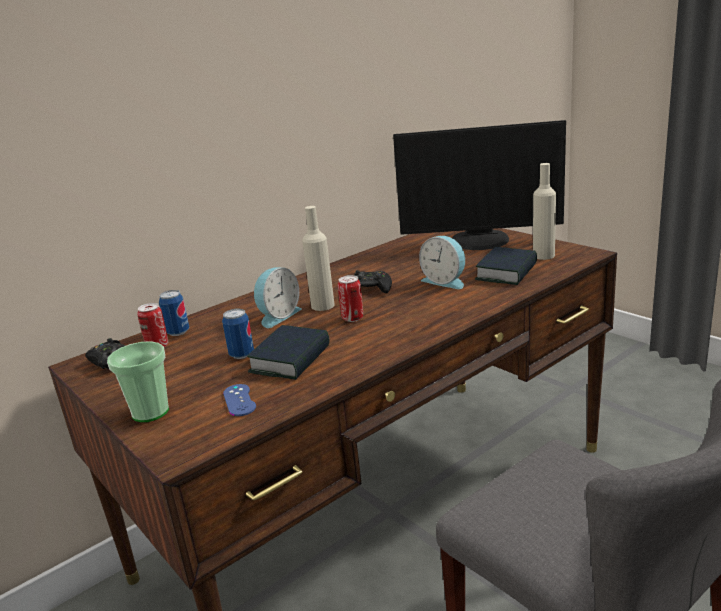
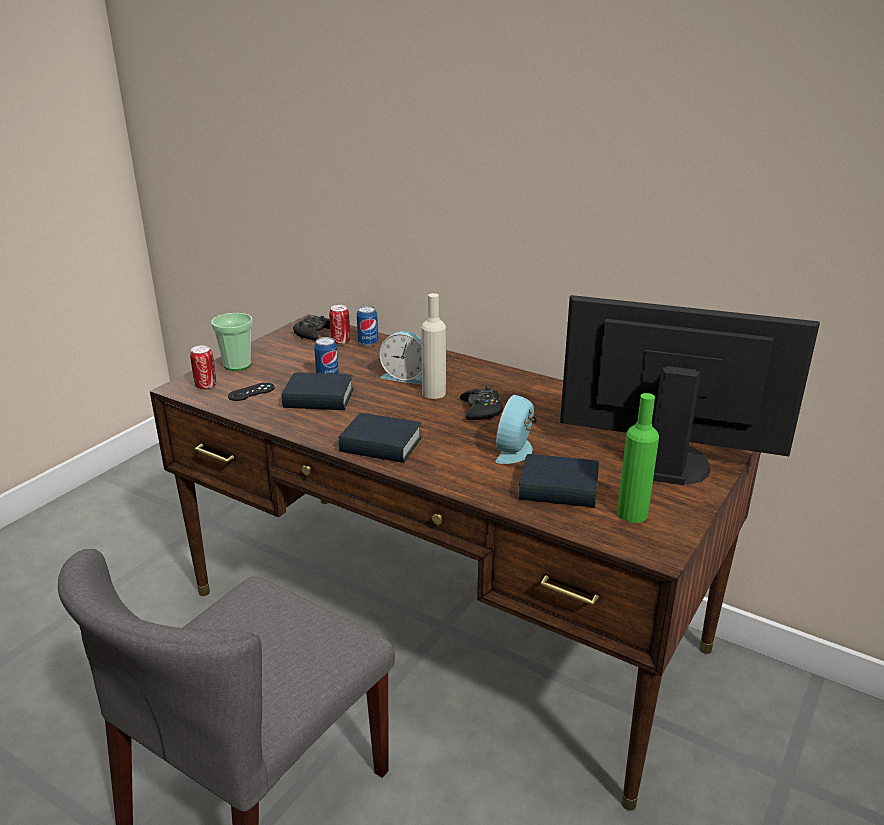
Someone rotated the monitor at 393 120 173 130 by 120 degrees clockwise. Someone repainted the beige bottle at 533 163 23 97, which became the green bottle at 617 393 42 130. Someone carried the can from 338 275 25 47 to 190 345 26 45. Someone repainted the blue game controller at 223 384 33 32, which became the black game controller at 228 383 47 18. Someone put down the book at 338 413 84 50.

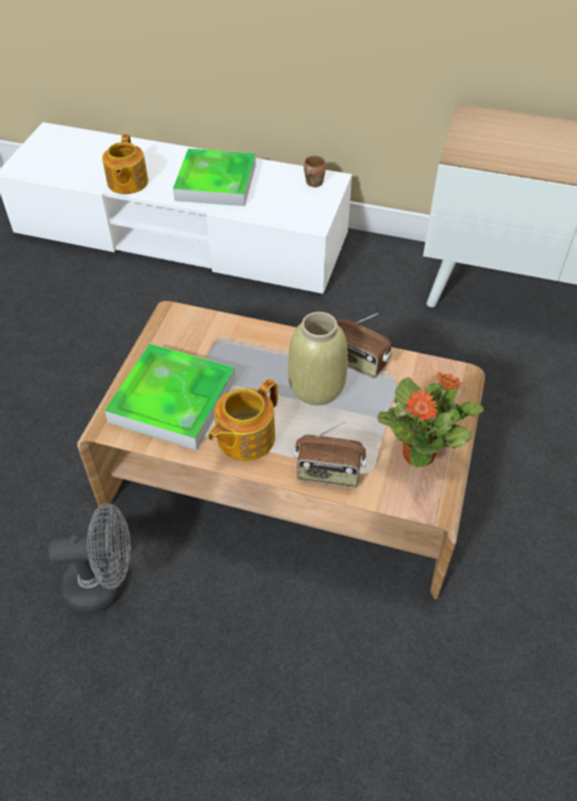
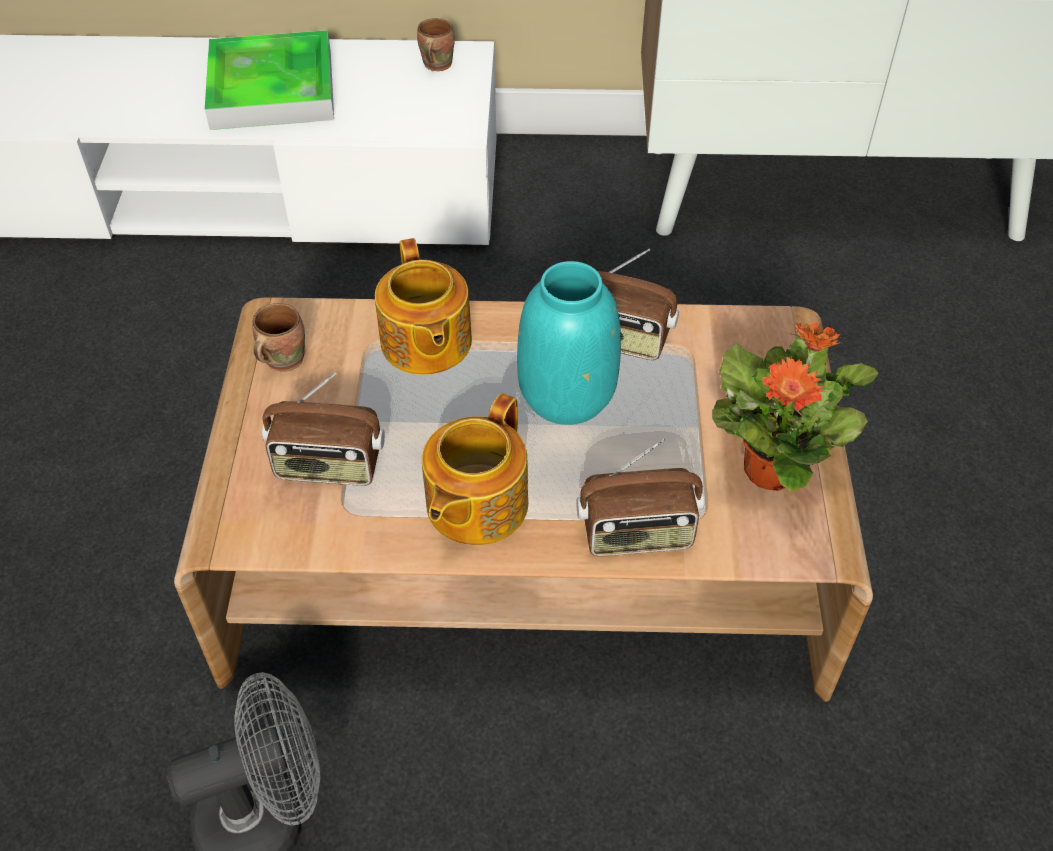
Someone carried the teapot from 102 134 46 60 to 375 238 97 137. Someone repainted the beige vase at 288 312 60 93, which became the turquoise vase at 517 261 104 164. Someone swapped the tray at 105 344 131 106 for the radio at 262 372 123 114. Someone put down the brown mug at 252 303 53 69.

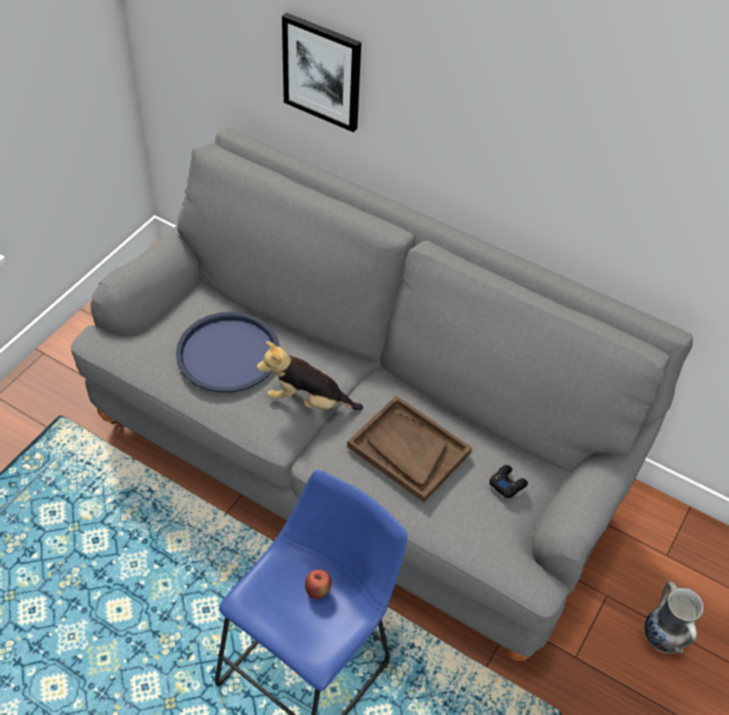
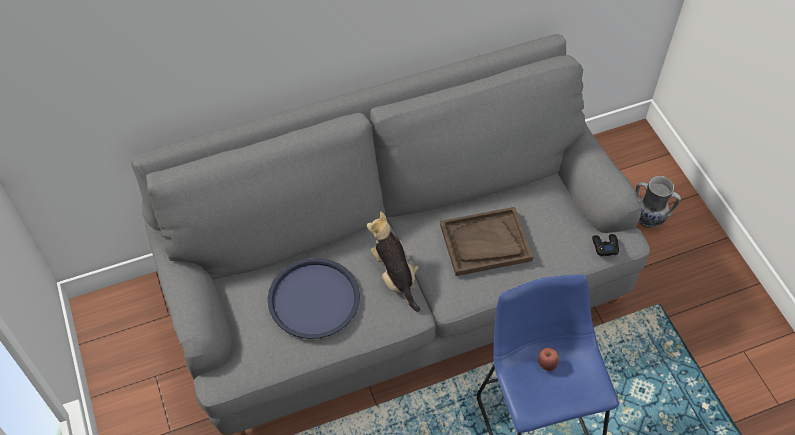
Someone took away the picture at 282 13 79 119. Someone rotated the plush toy at 257 341 106 69 by 105 degrees clockwise. Someone carried the black game controller from 490 465 38 33 to 592 234 27 22.

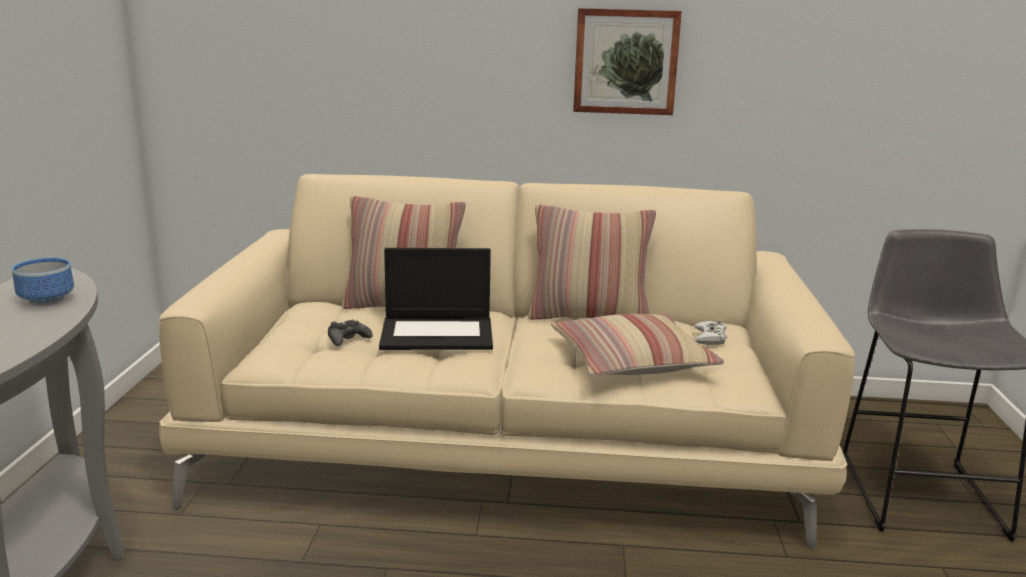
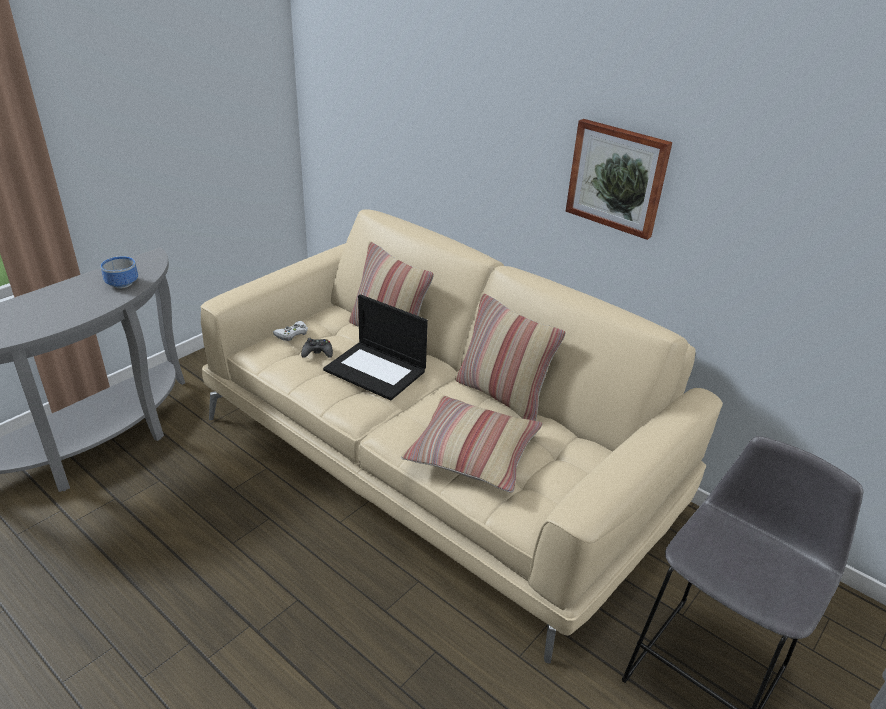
Someone carried the white game controller from 694 321 33 24 to 273 321 35 20.

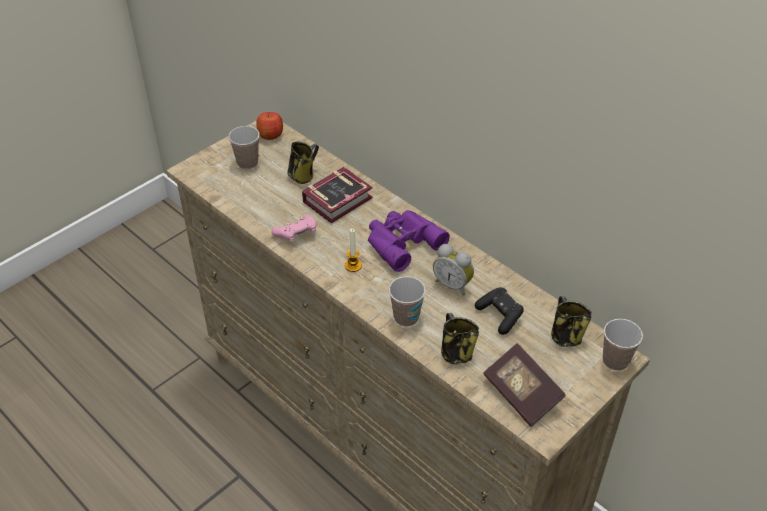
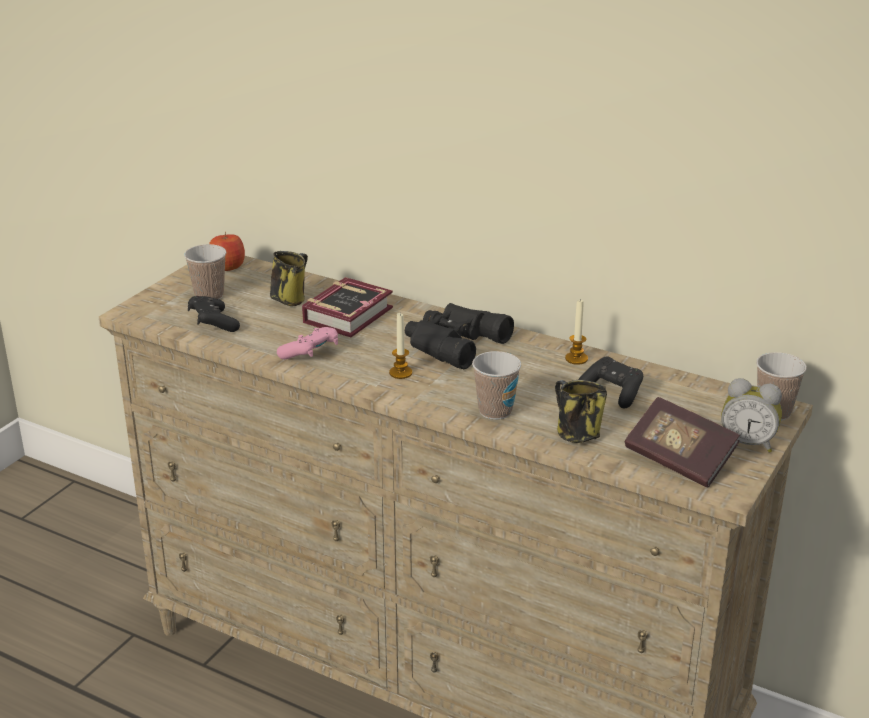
Someone repainted the purple binoculars at 368 210 82 62, which became the black binoculars at 405 303 109 66. Someone carried the alarm clock from 433 244 41 52 to 721 378 61 75. Someone took away the mug at 551 296 41 51. Someone put down the black game controller at 188 296 52 36. Someone put down the candle at 565 300 23 65.

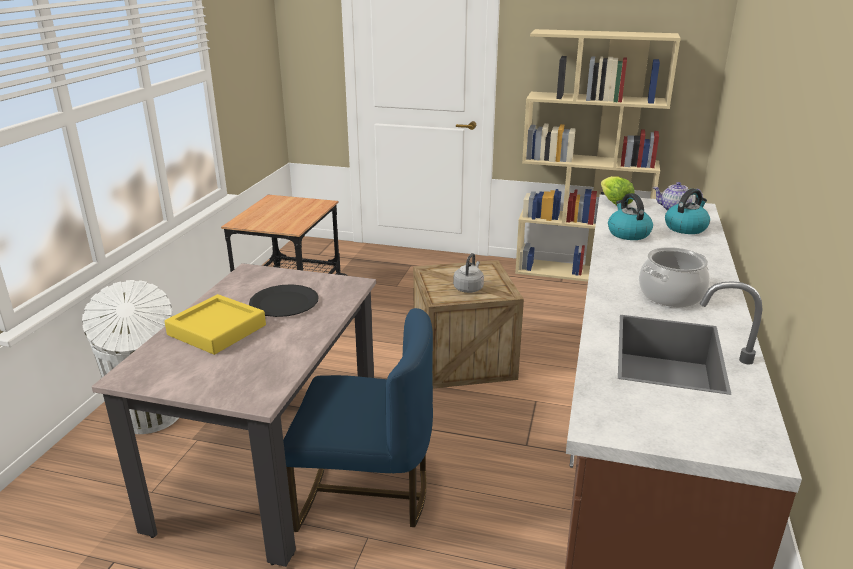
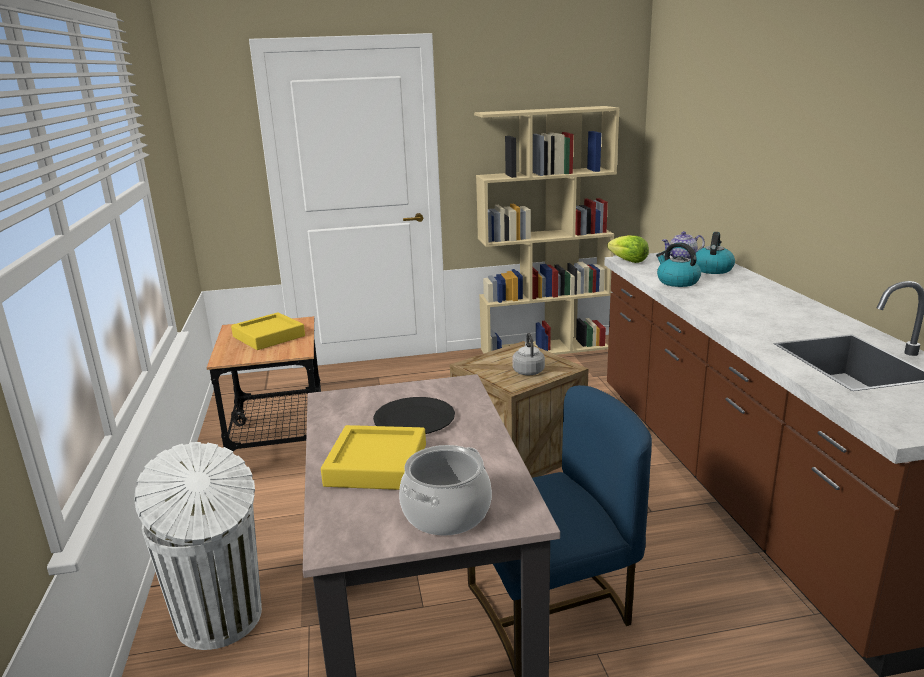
Someone carried the cooking pot from 639 247 71 60 to 399 445 93 91. Someone put down the yellow tray at 231 312 74 38.

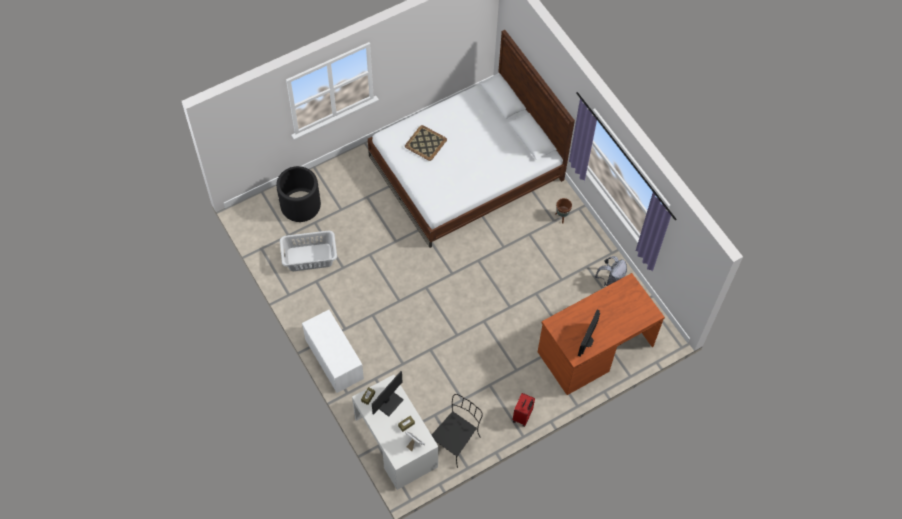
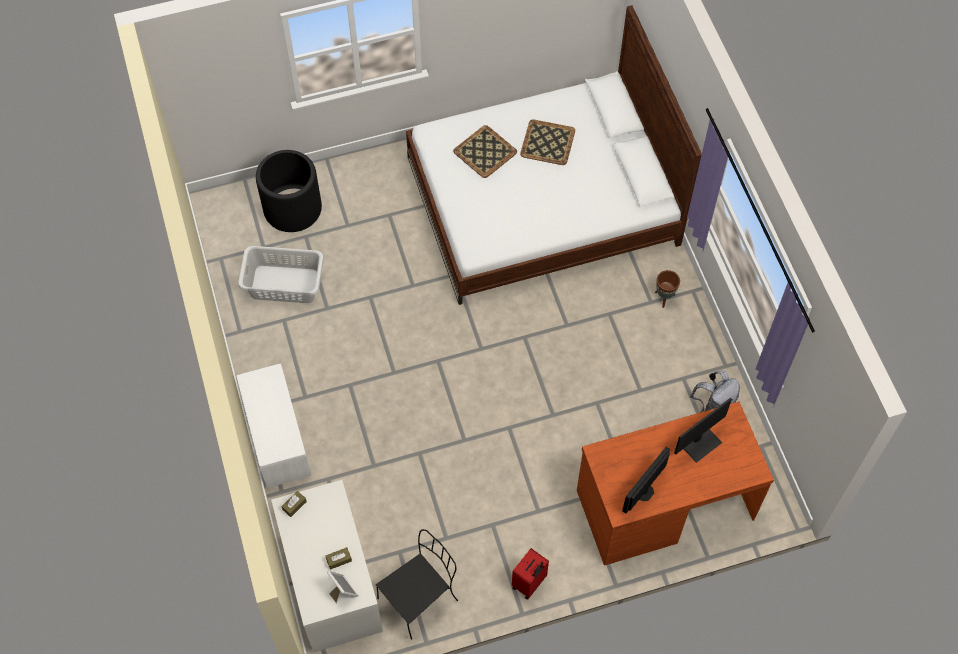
Someone carried the monitor from 372 371 32 46 to 674 397 58 66. Someone put down the tray at 520 119 55 46.

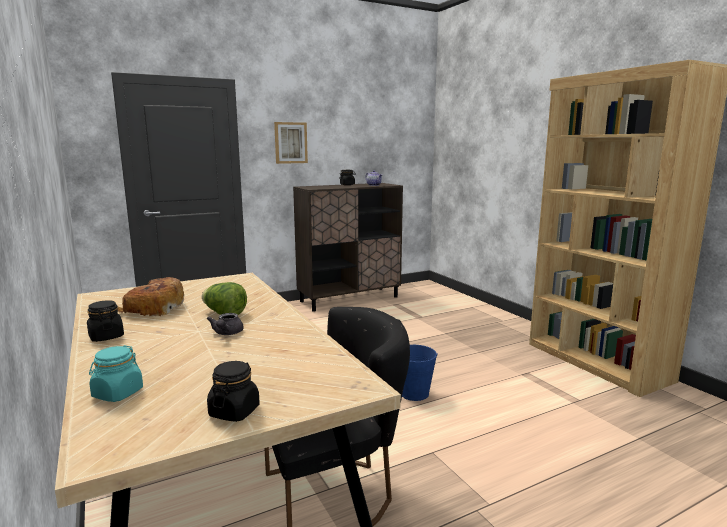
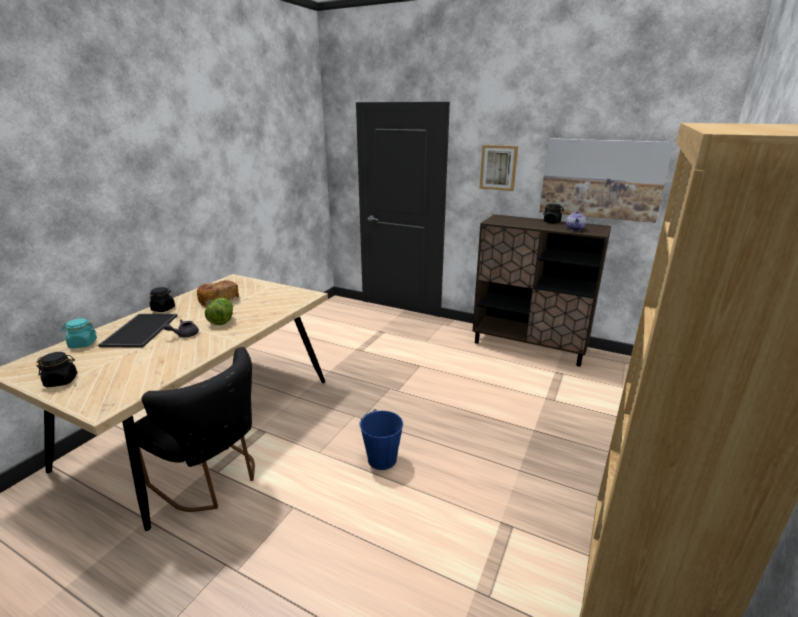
Someone put up the picture at 539 138 135 85. Someone put down the tray at 98 314 80 33.

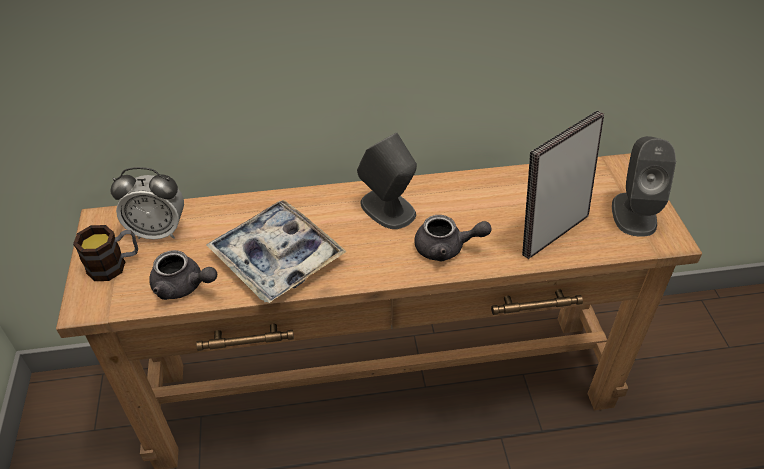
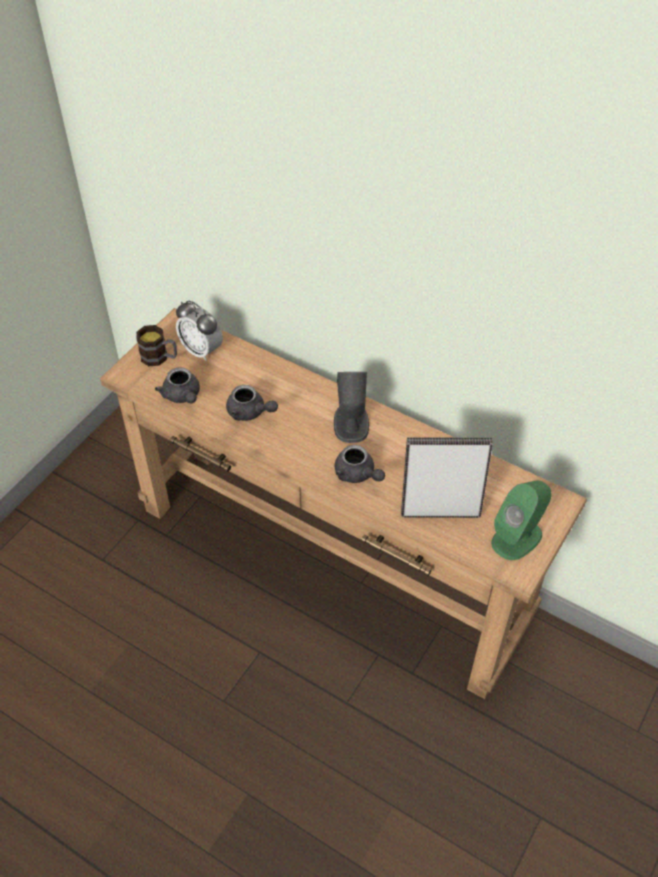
Someone repainted the grey speaker at 612 136 64 101, which became the green speaker at 491 480 61 80. Someone swapped the tray at 206 200 141 103 for the grey teapot at 226 385 52 36.

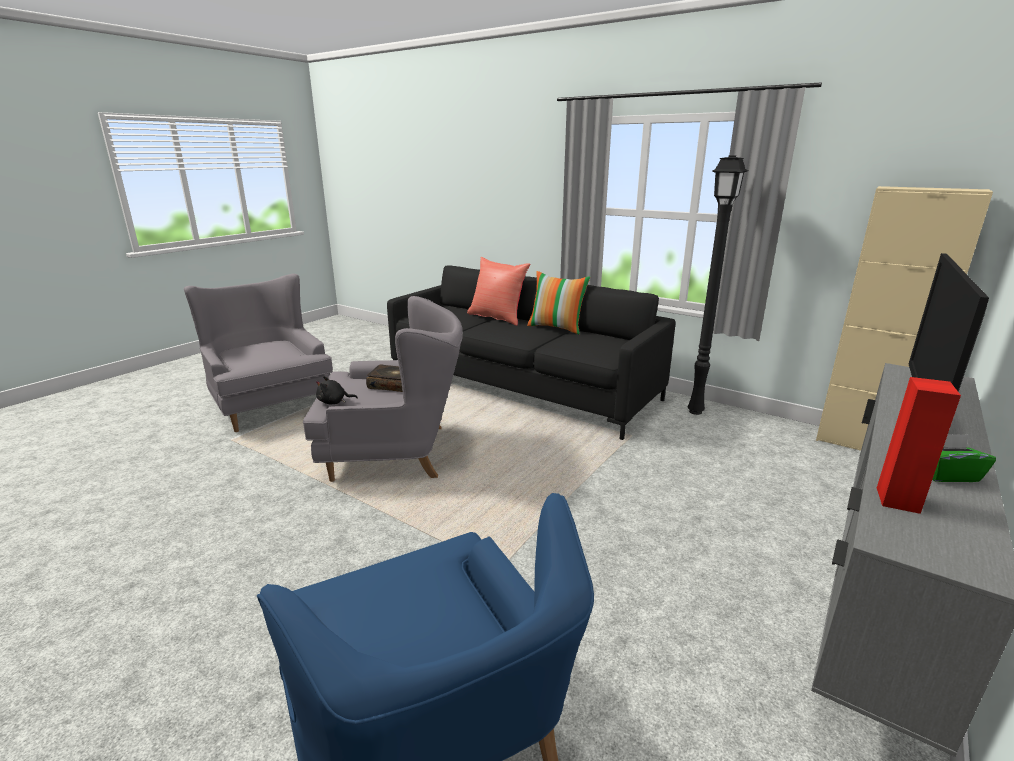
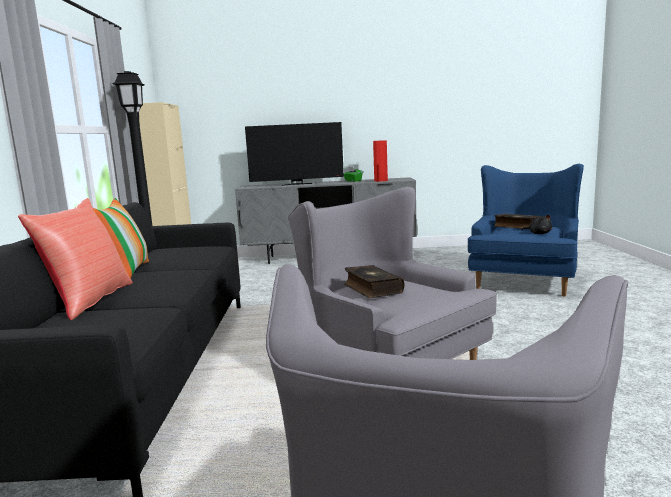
Someone carried the black plush toy from 316 376 42 28 to 522 215 30 19. Someone put down the book at 494 214 45 15.

